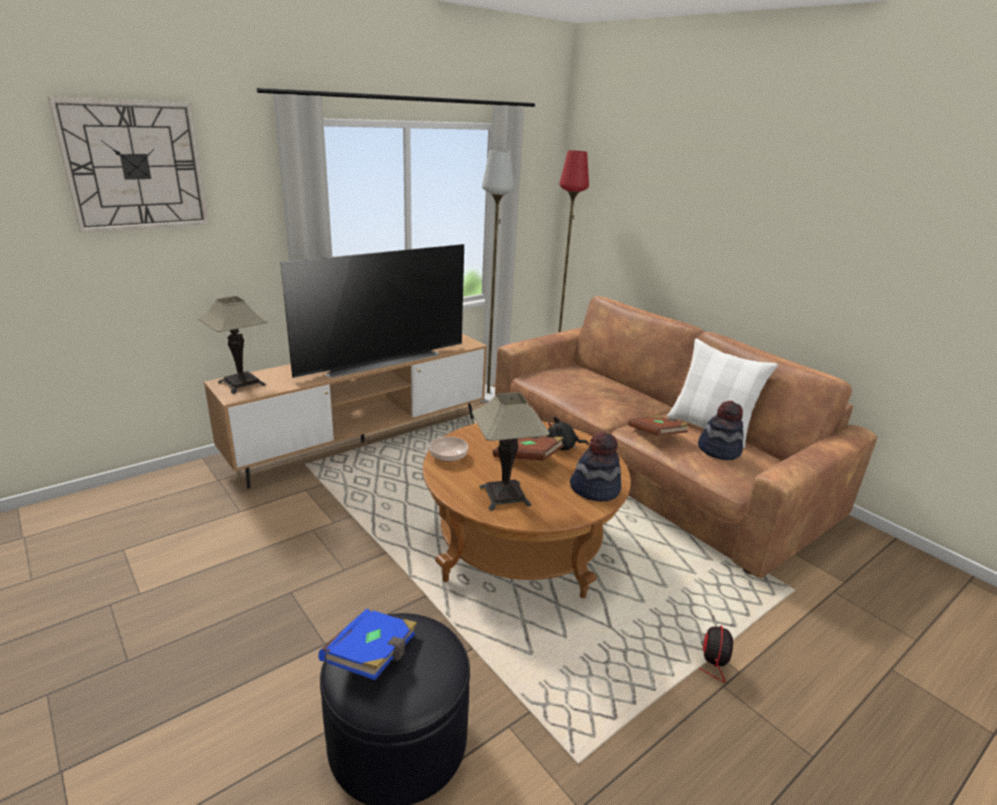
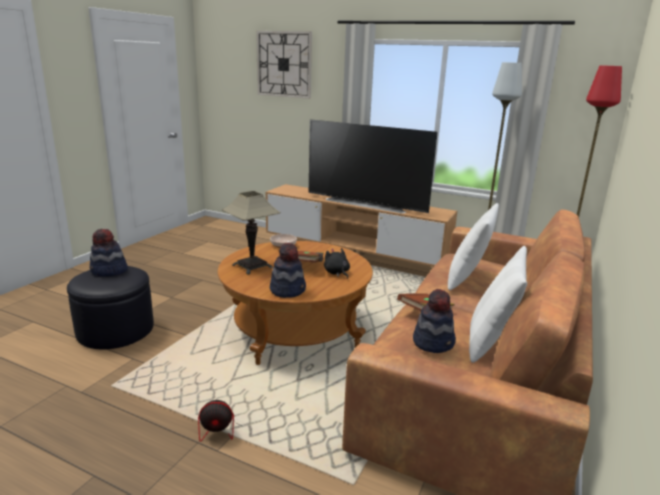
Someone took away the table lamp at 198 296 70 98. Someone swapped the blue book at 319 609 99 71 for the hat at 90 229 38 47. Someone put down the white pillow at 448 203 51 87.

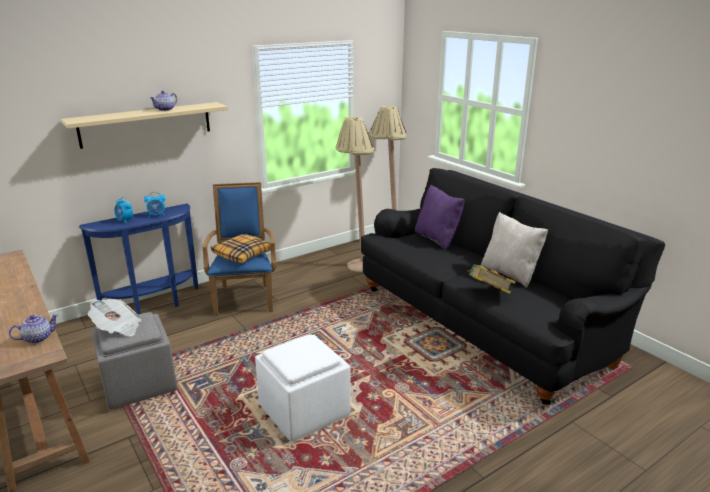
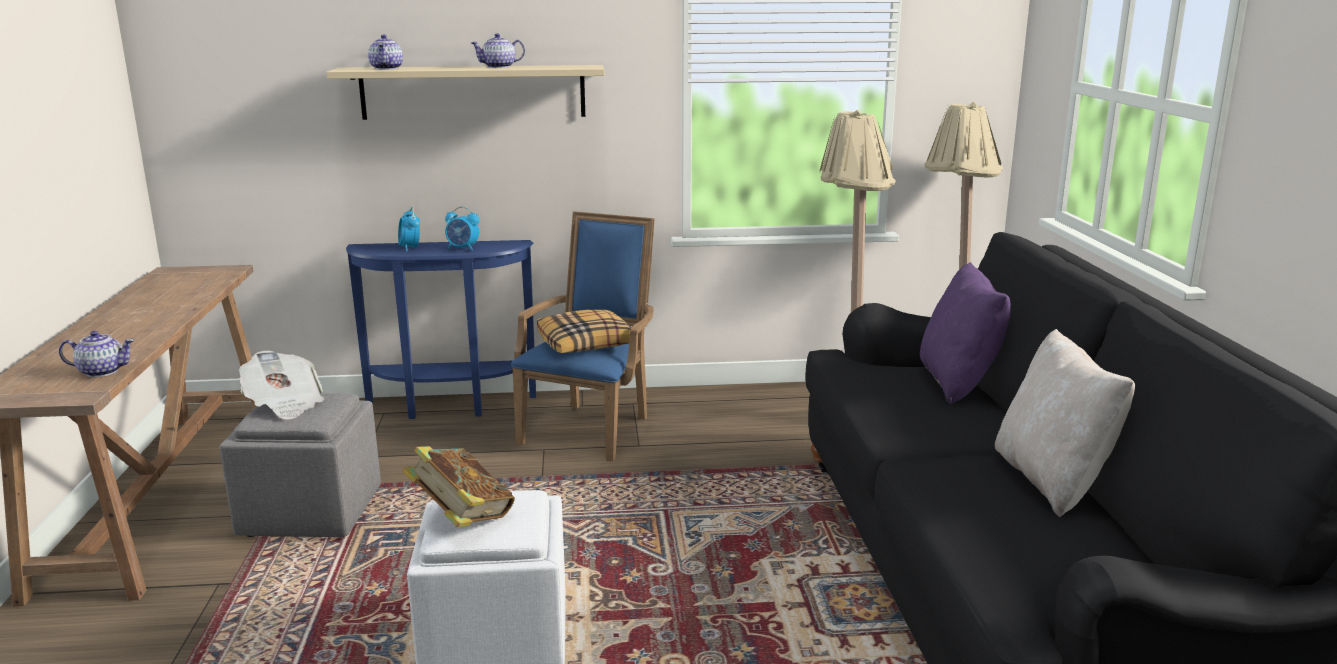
Someone carried the book from 468 264 47 30 to 402 446 113 81. Someone put down the teapot at 368 34 35 36.

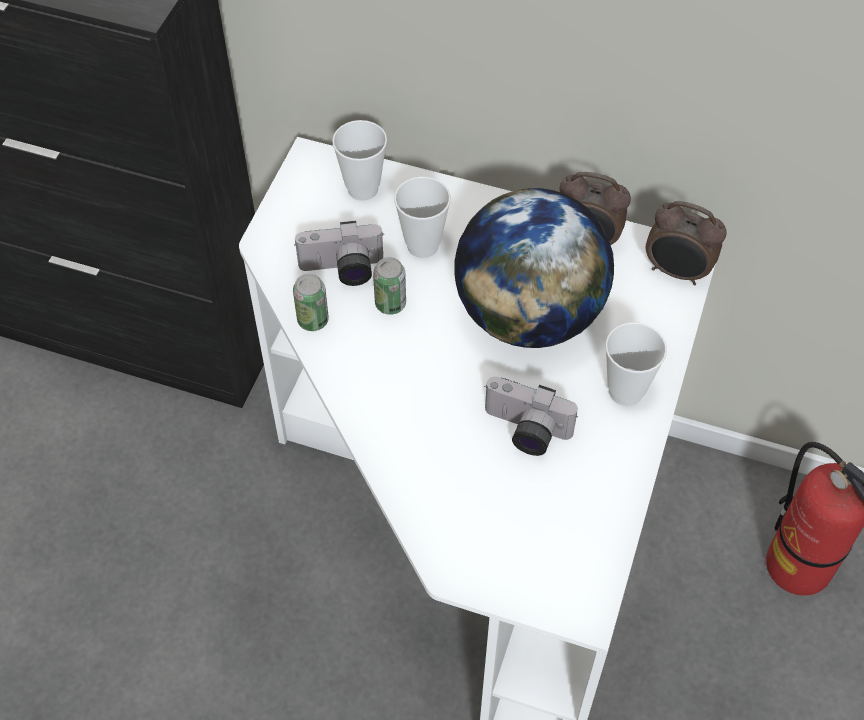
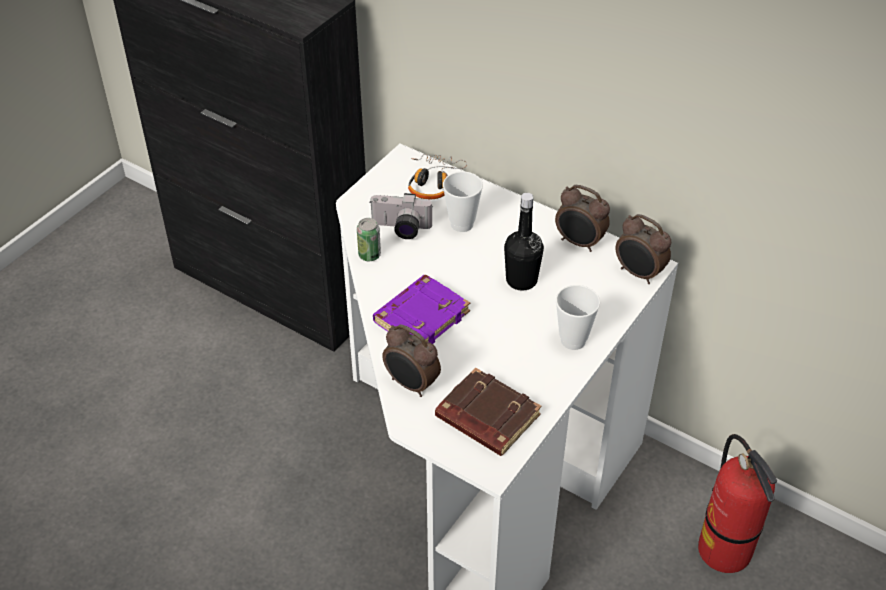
Someone swapped the cup at 332 120 55 81 for the headphones at 408 154 59 45. Someone swapped the globe at 454 188 160 160 for the black bottle at 504 193 40 98. Someone took away the can at 373 257 33 58. Someone took away the photo camera at 484 377 94 79. Someone put down the purple book at 373 275 97 69. Someone put down the alarm clock at 382 324 59 73. Someone put down the brown book at 435 367 106 89.

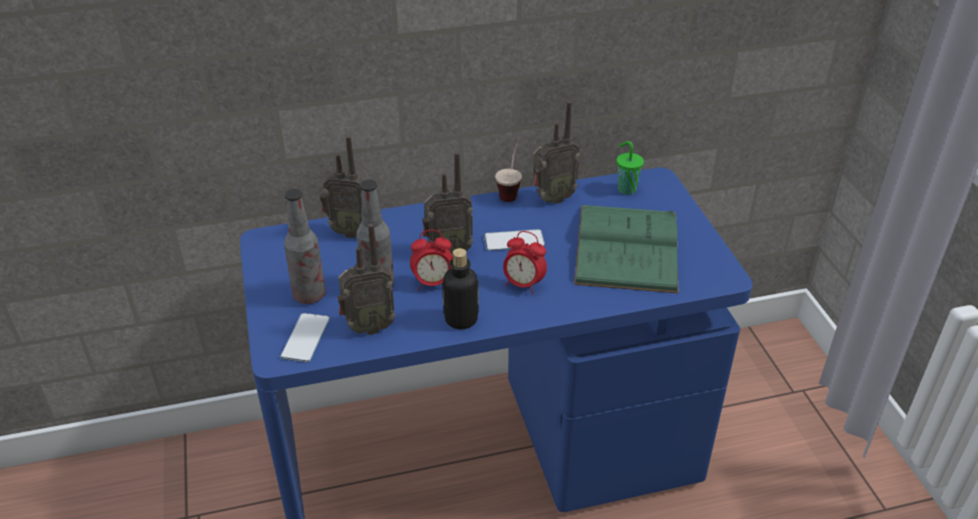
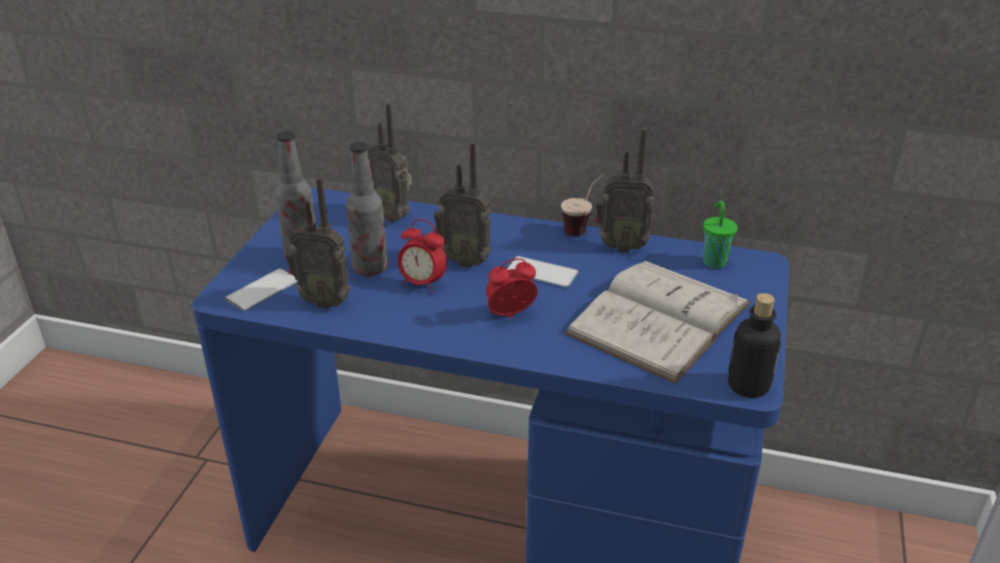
Someone repainted the green book at 574 205 105 88, which became the white book at 564 261 187 123. Someone rotated the alarm clock at 503 231 44 63 by 105 degrees clockwise. Someone carried the bottle from 442 248 37 81 to 728 293 53 105.

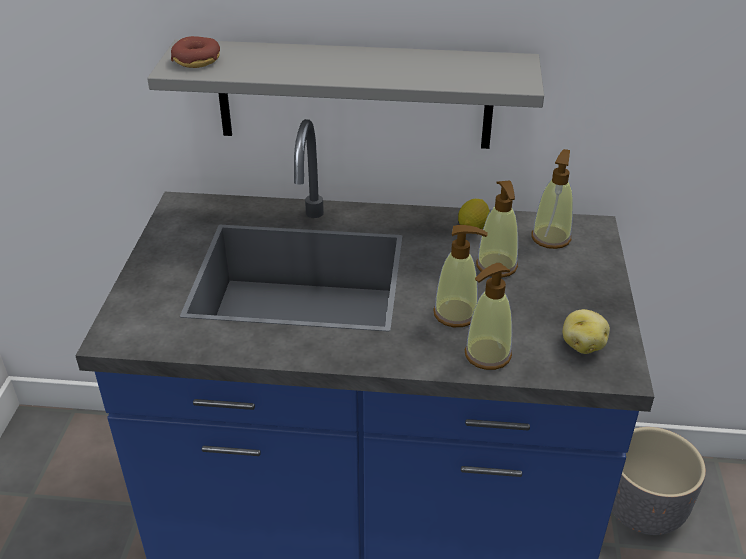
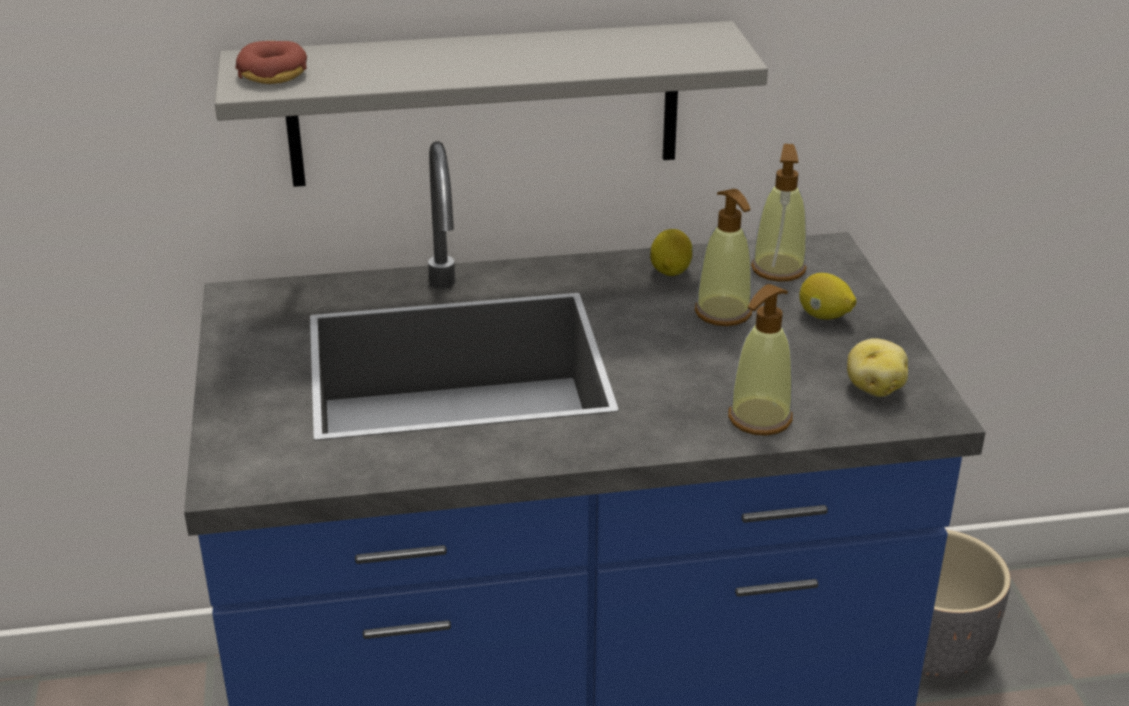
Someone took away the soap dispenser at 433 225 55 102. Someone put down the lemon at 799 273 58 47.

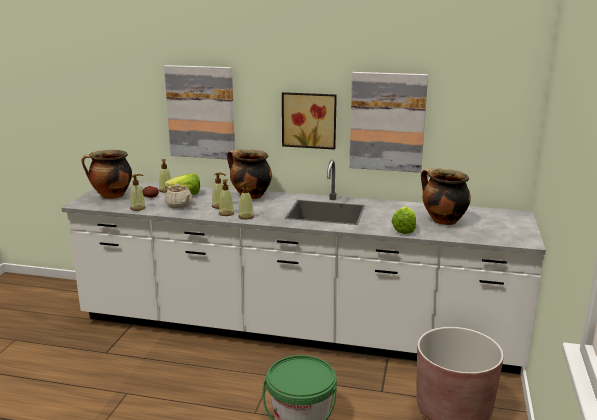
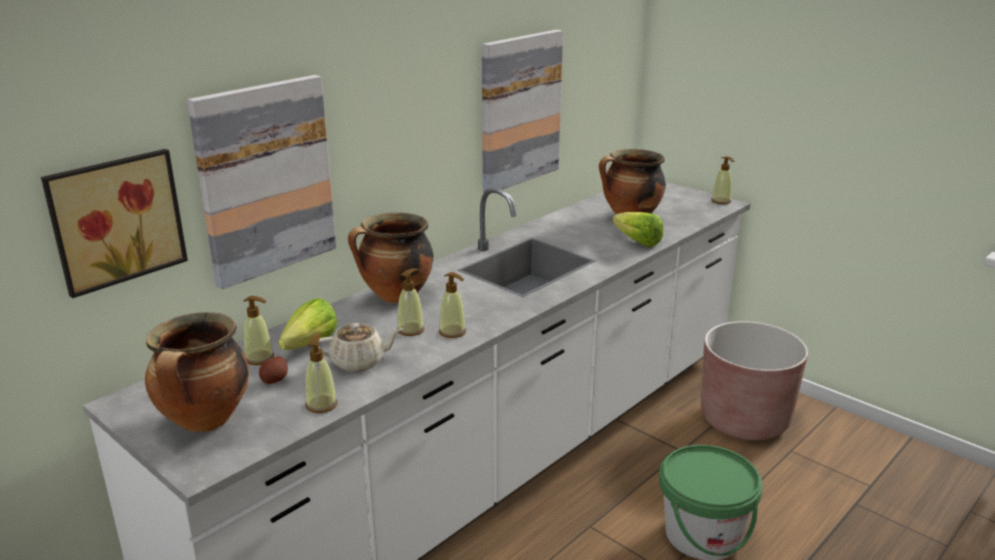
Someone carried the picture from 282 92 55 58 to 41 149 147 149. Someone carried the soap dispenser from 239 182 15 37 to 711 156 23 48.

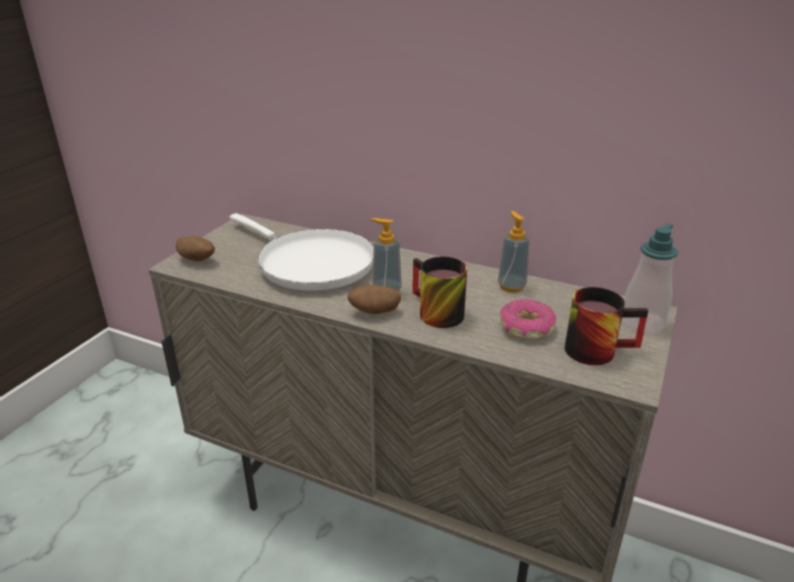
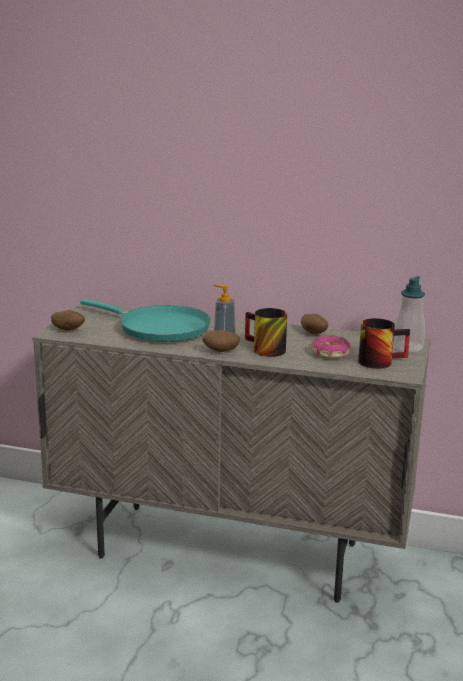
Someone swapped the soap dispenser at 498 211 32 82 for the potato at 301 314 27 21. Someone repainted the white frying pan at 230 213 144 78, which became the turquoise frying pan at 80 299 130 43.

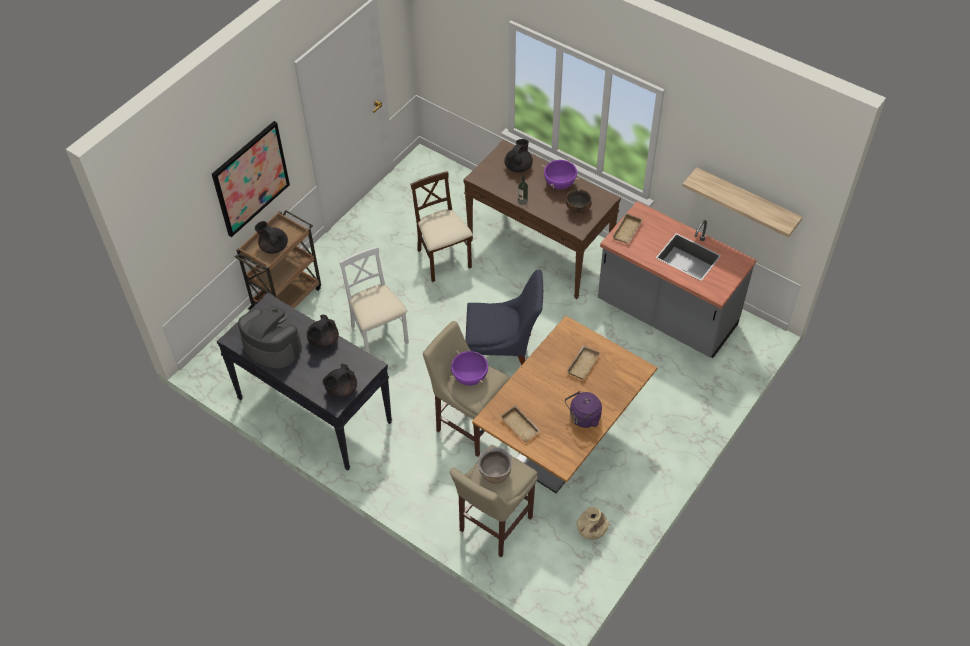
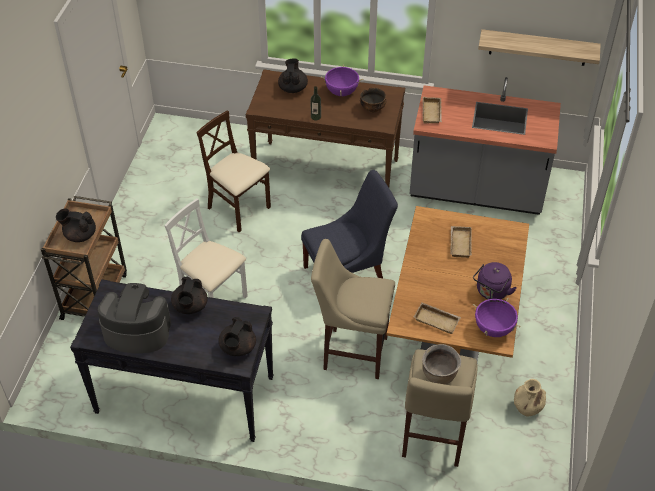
Someone took away the picture at 212 121 78 116. Someone carried the purple cooking pot from 450 351 39 35 to 473 298 48 39.

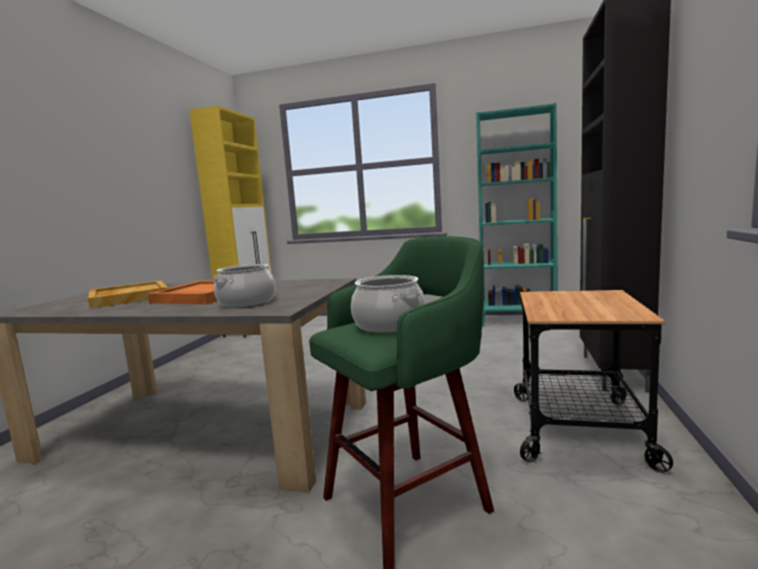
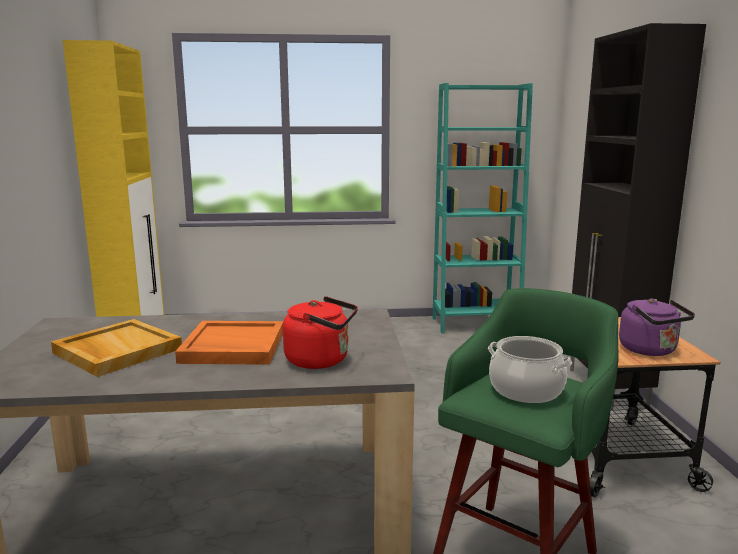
Someone swapped the cooking pot at 213 264 63 44 for the red kettle at 283 296 75 73. Someone put down the purple kettle at 619 298 76 58.

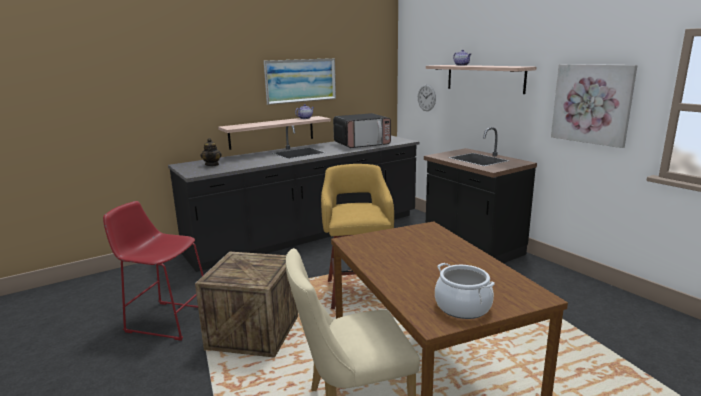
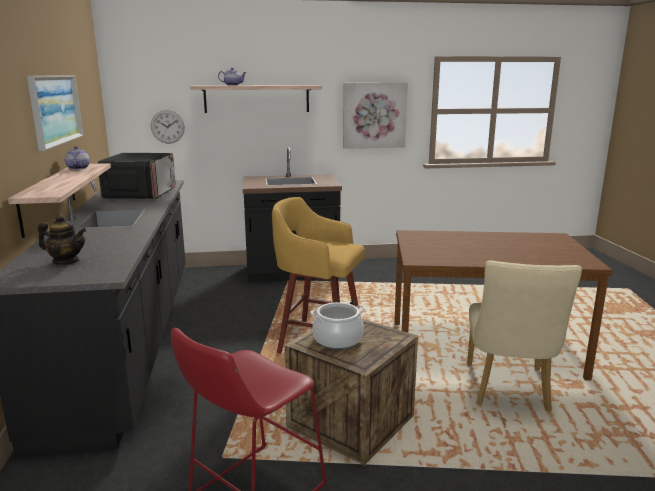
Someone carried the cooking pot from 435 263 60 56 to 310 302 56 47.

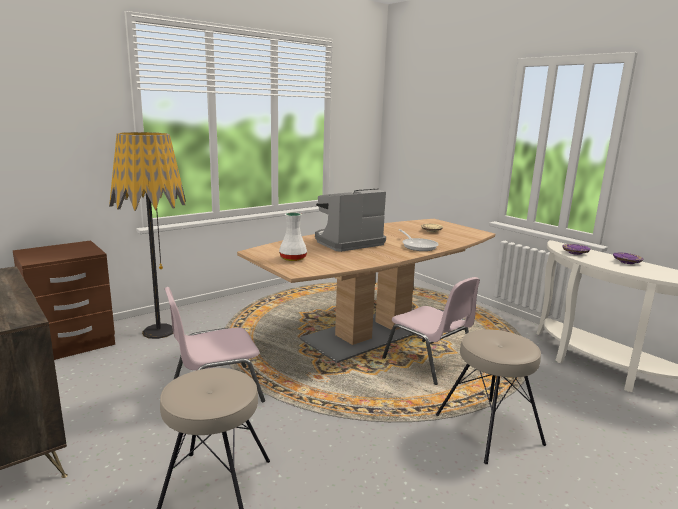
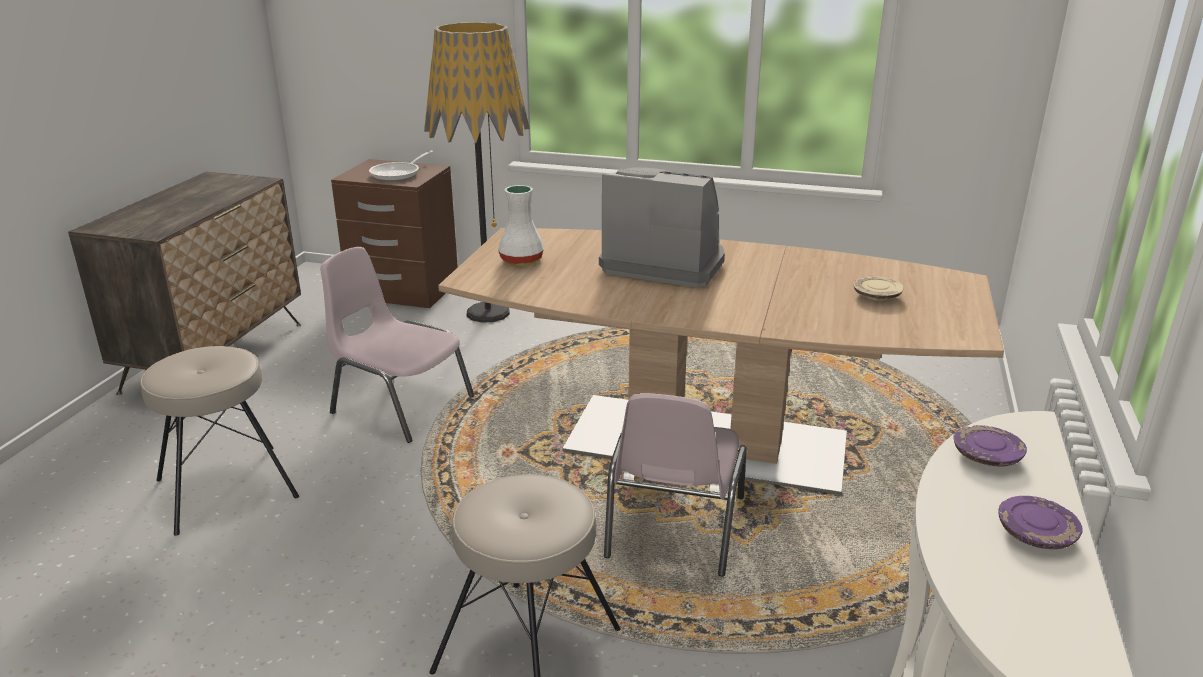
Someone carried the frying pan from 399 229 40 22 to 369 151 64 30.

